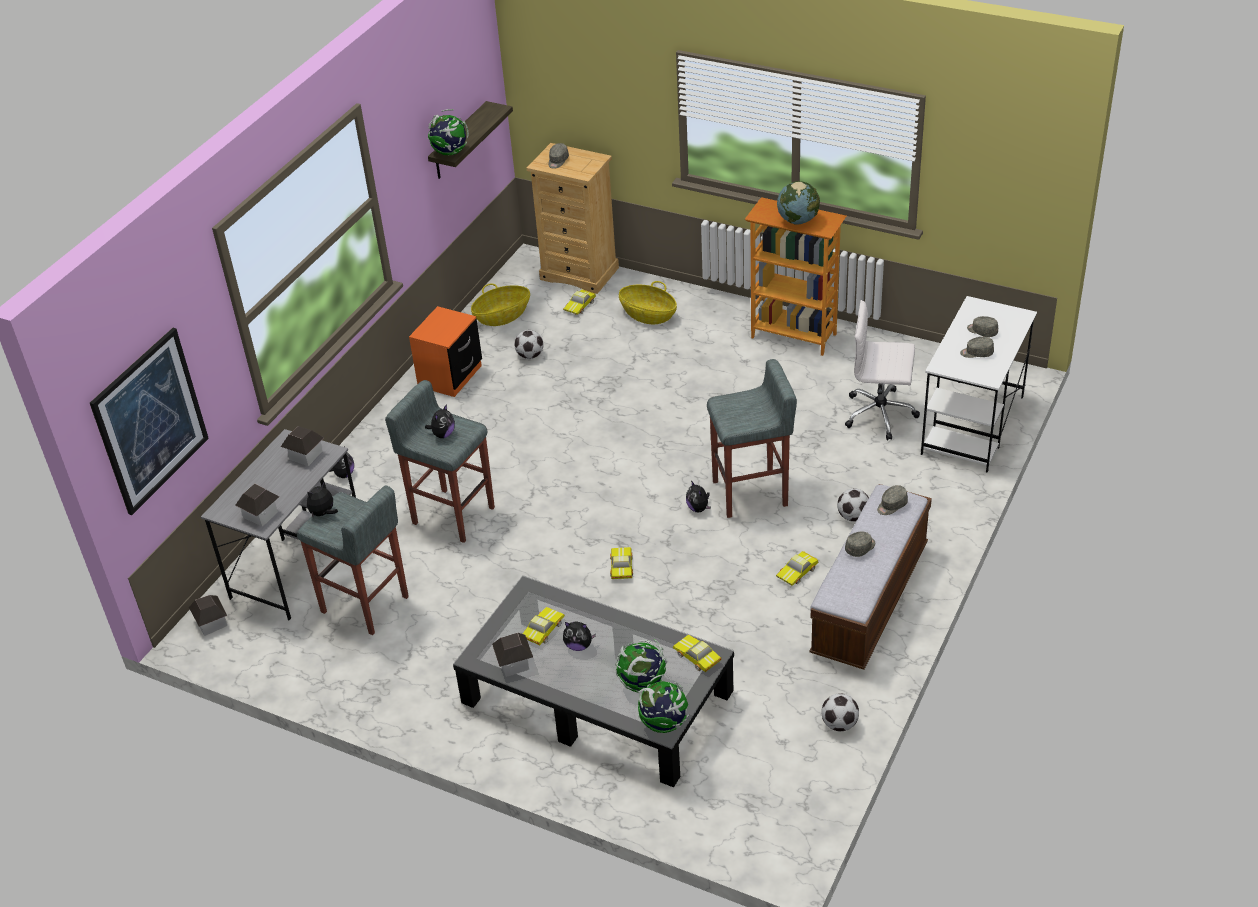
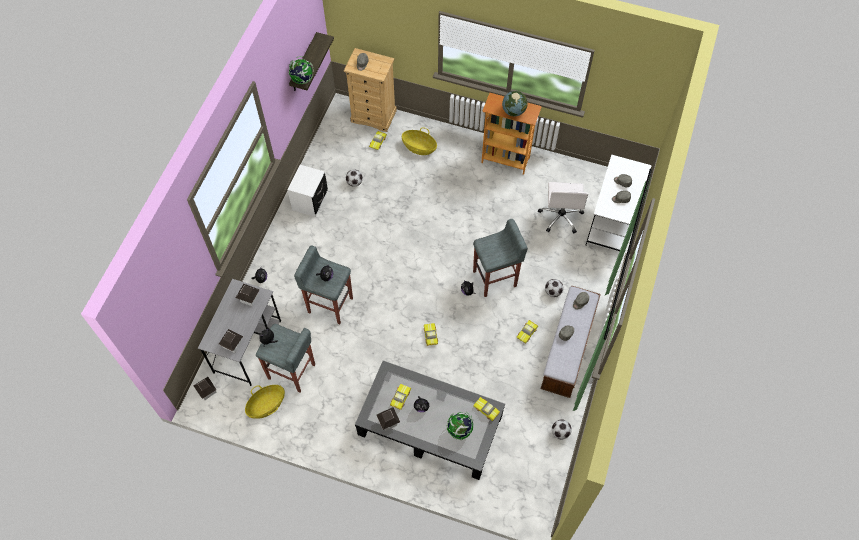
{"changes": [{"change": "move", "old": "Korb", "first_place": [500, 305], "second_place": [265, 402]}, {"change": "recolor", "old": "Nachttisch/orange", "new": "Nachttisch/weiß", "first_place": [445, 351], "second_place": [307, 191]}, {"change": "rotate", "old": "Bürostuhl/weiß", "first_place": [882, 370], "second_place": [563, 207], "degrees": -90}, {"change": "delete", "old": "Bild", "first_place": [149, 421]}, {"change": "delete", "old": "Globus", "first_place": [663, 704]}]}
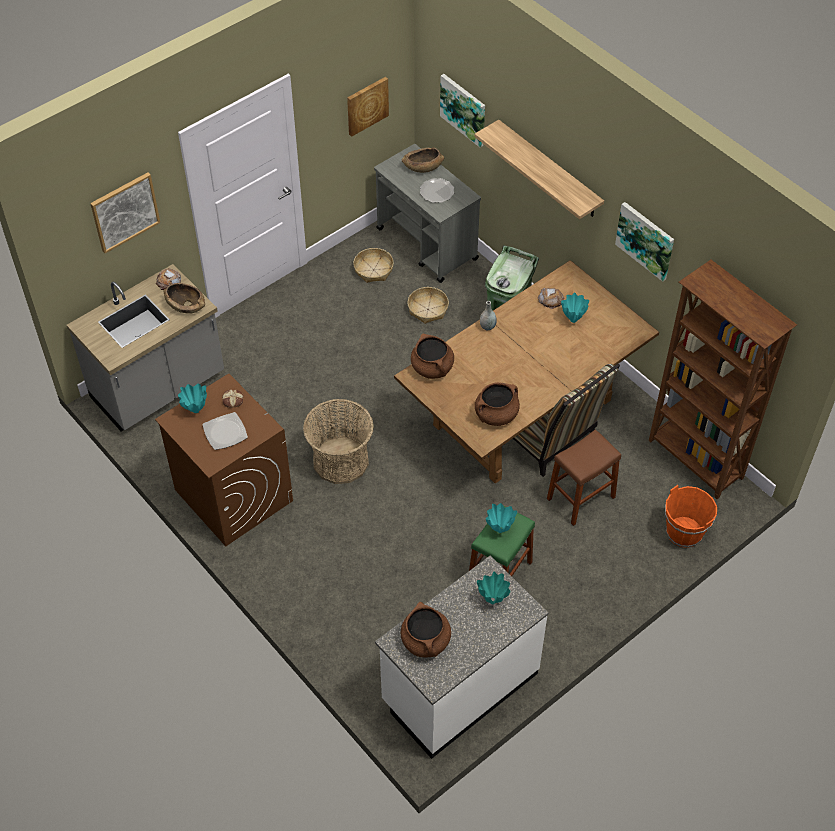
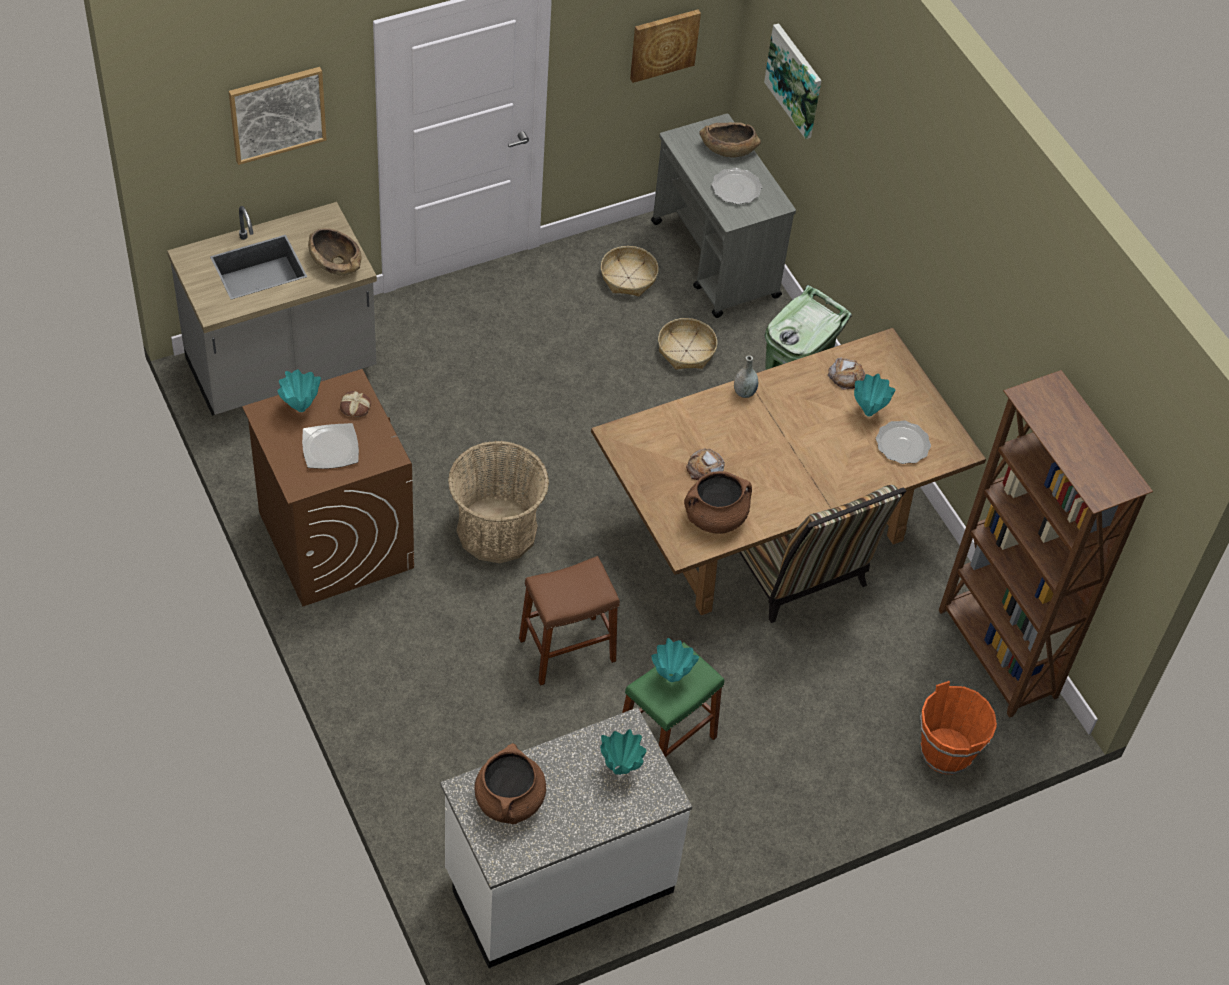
{"changes": [{"change": "move", "old": "Hocker/braun", "first_place": [584, 477], "second_place": [569, 621]}, {"change": "move", "old": "Brot", "first_place": [168, 279], "second_place": [705, 464]}, {"change": "insert", "new": "Teller", "second_place": [903, 442]}, {"change": "delete", "old": "Kochtopf/braun", "first_place": [432, 356]}, {"change": "delete", "old": "Wandregal", "first_place": [539, 169]}, {"change": "delete", "old": "Bild", "first_place": [644, 242]}]}
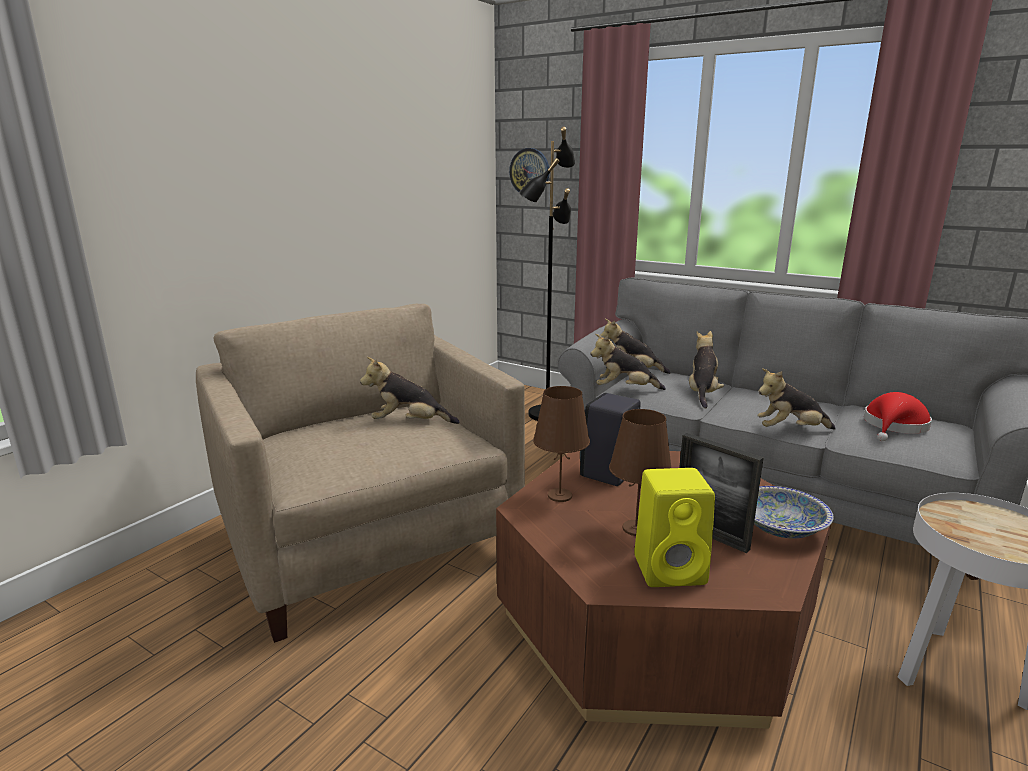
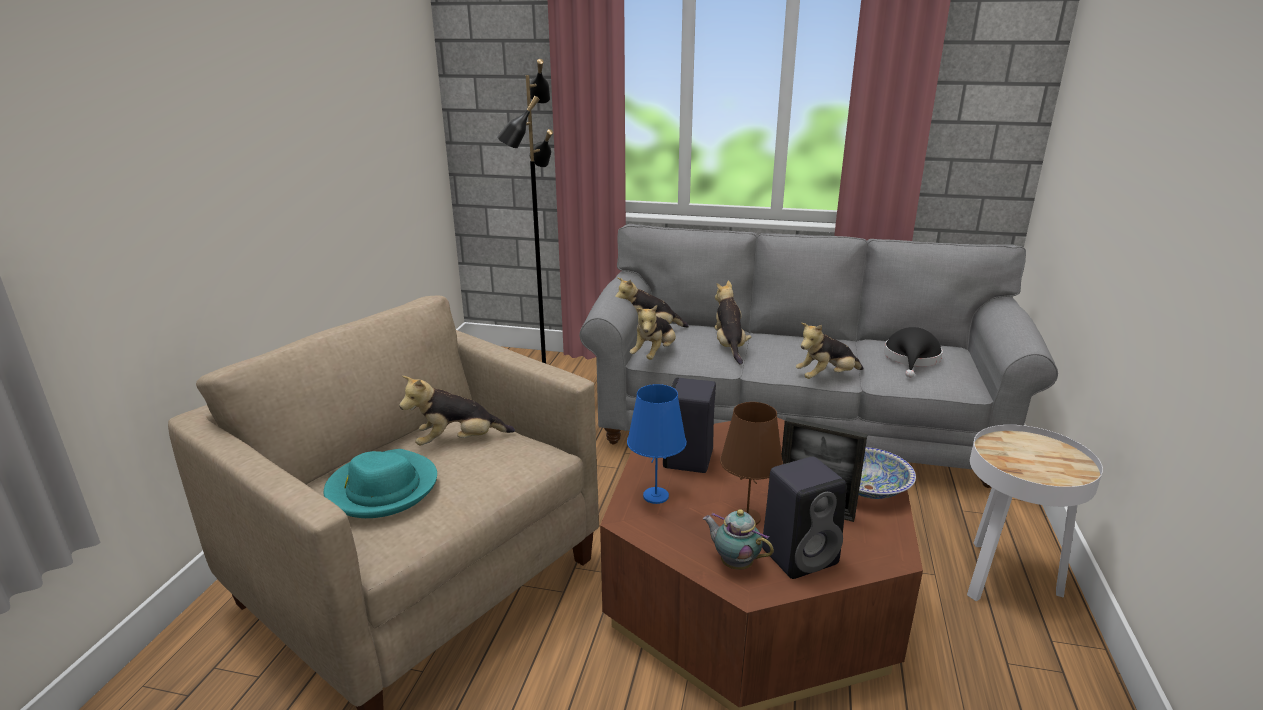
{"changes": [{"change": "insert", "new": "Hut/türkis", "second_place": [380, 483]}, {"change": "recolor", "old": "Tischlampe/braun", "new": "Tischlampe/blau", "first_place": [561, 444], "second_place": [657, 444]}, {"change": "rotate", "old": "Plüschtier", "first_place": [628, 362], "second_place": [653, 332], "degrees": -45}, {"change": "insert", "new": "Teekanne", "second_place": [738, 539]}, {"change": "recolor", "old": "Lautsprecher/gelb", "new": "Lautsprecher/schwarz", "first_place": [674, 527], "second_place": [804, 517]}, {"change": "recolor", "old": "Hut/rot", "new": "Hut/schwarz", "first_place": [898, 416], "second_place": [913, 352]}, {"change": "delete", "old": "Wanduhr", "first_place": [529, 170]}]}
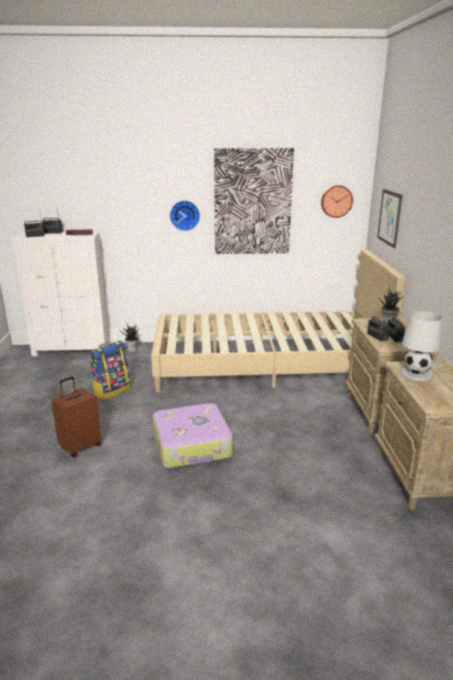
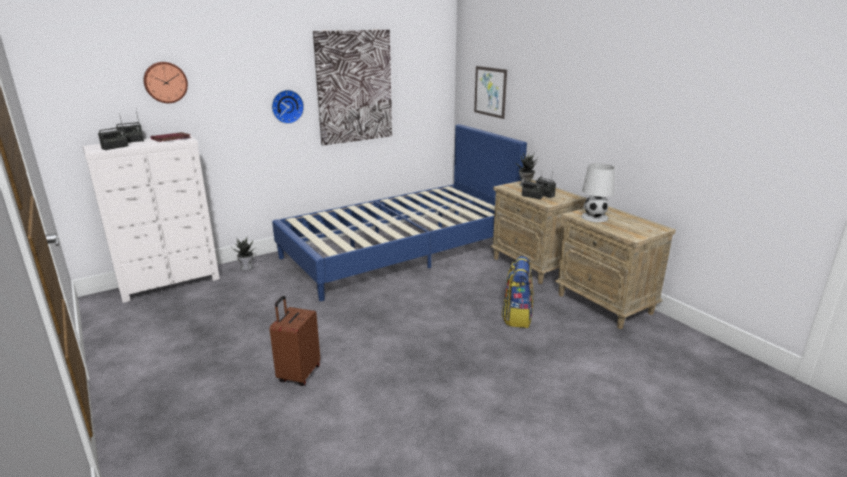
{"changes": [{"change": "move", "old": "Wanduhr", "first_place": [337, 201], "second_place": [166, 82]}, {"change": "recolor", "old": "Bett/beige", "new": "Bett/blau", "first_place": [278, 321], "second_place": [399, 212]}, {"change": "move", "old": "Rucksack", "first_place": [110, 370], "second_place": [517, 292]}, {"change": "delete", "old": "Koffer", "first_place": [193, 435]}]}
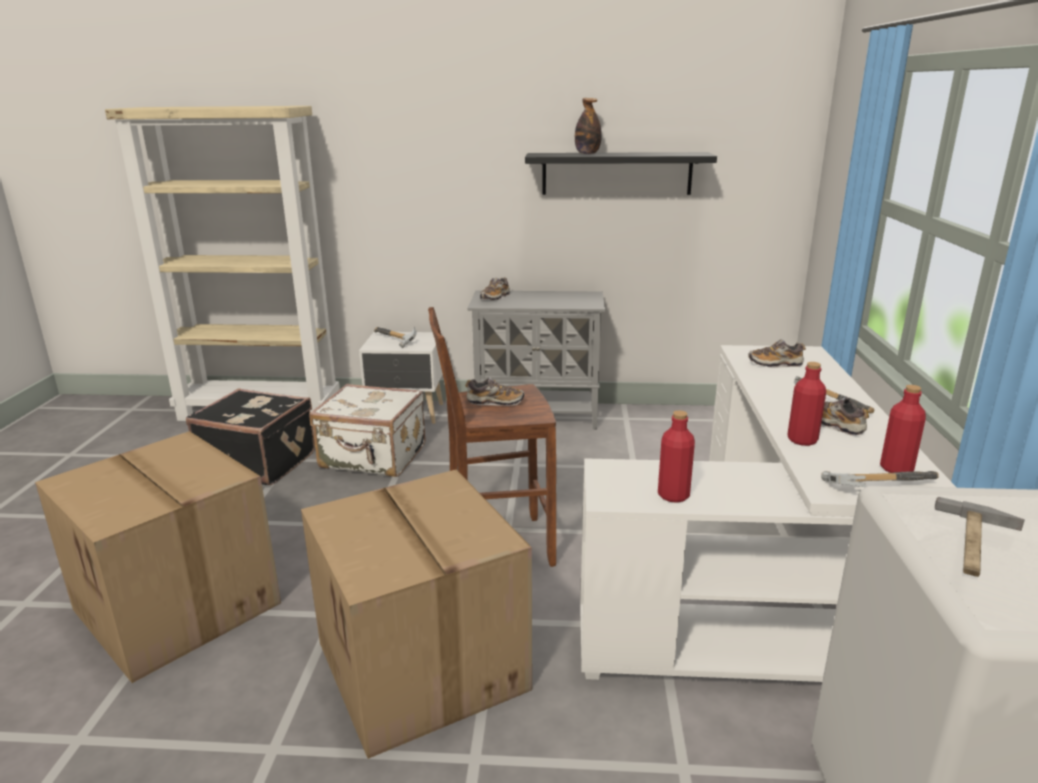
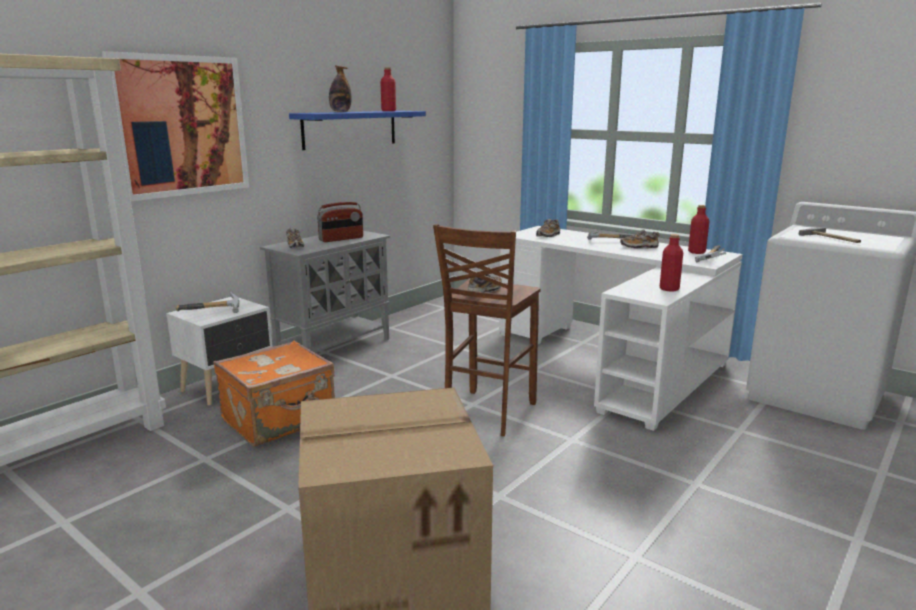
{"changes": [{"change": "insert", "new": "Bild", "second_place": [175, 126]}, {"change": "recolor", "old": "Koffer/weiß", "new": "Koffer/orange", "first_place": [367, 430], "second_place": [274, 394]}, {"change": "recolor", "old": "Wandregal/schwarz", "new": "Wandregal/blau", "first_place": [621, 173], "second_place": [357, 130]}, {"change": "insert", "new": "Radio", "second_place": [340, 222]}, {"change": "move", "old": "Flasche/rot", "first_place": [806, 404], "second_place": [388, 89]}, {"change": "delete", "old": "Koffer/schwarz", "first_place": [250, 436]}, {"change": "delete", "old": "Karton", "first_place": [416, 614]}]}
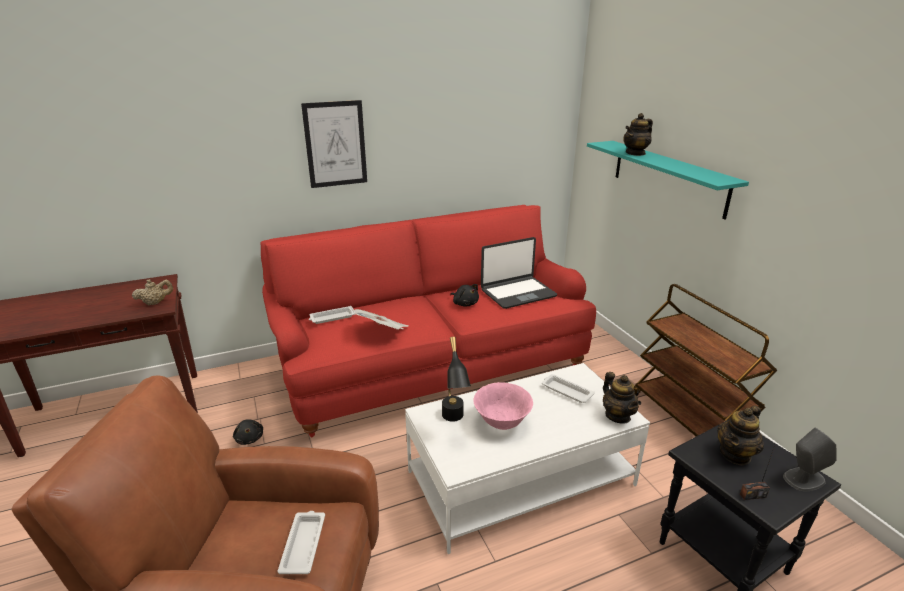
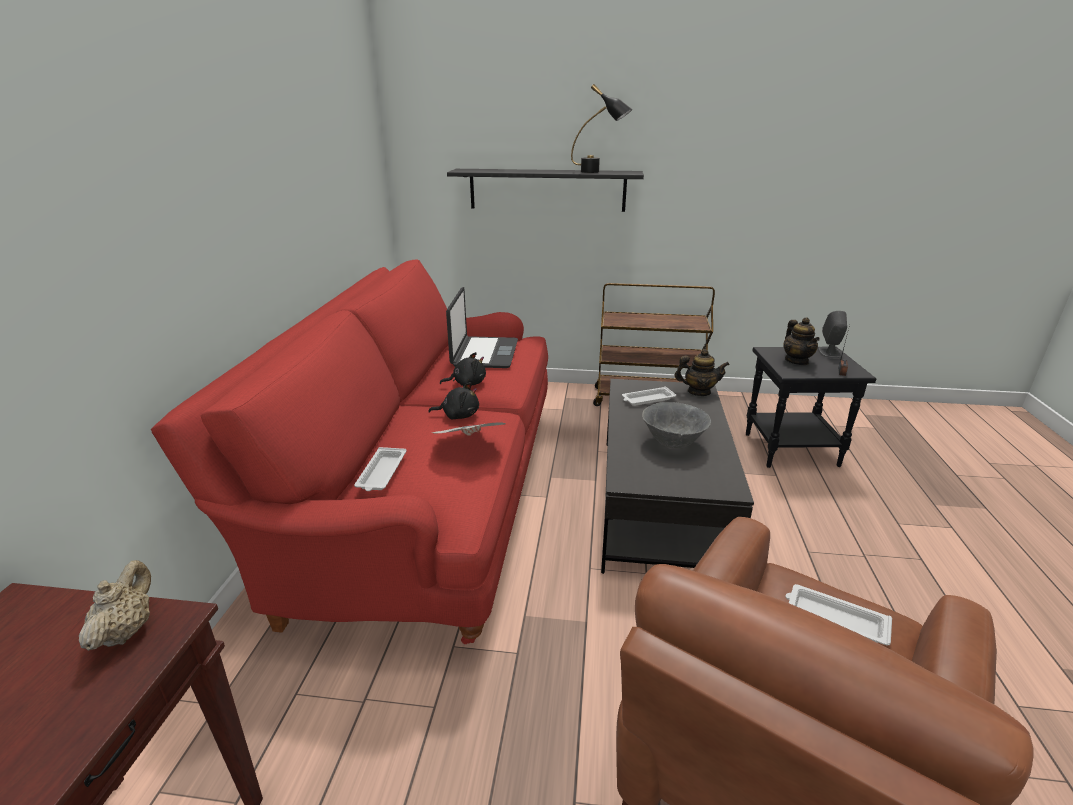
{"changes": [{"change": "move", "old": "Plüschtier/schwarz", "first_place": [248, 432], "second_place": [453, 400]}, {"change": "recolor", "old": "Wandregal/türkis", "new": "Wandregal/schwarz", "first_place": [668, 180], "second_place": [545, 190]}, {"change": "move", "old": "Tischlampe/schwarz", "first_place": [456, 379], "second_place": [602, 128]}, {"change": "recolor", "old": "Couchtisch/weiß", "new": "Couchtisch/schwarz", "first_place": [527, 458], "second_place": [677, 476]}, {"change": "recolor", "old": "Schüssel/rosa", "new": "Schüssel/grau", "first_place": [503, 406], "second_place": [676, 425]}, {"change": "delete", "old": "Bild", "first_place": [334, 144]}, {"change": "delete", "old": "Teekanne", "first_place": [638, 134]}]}
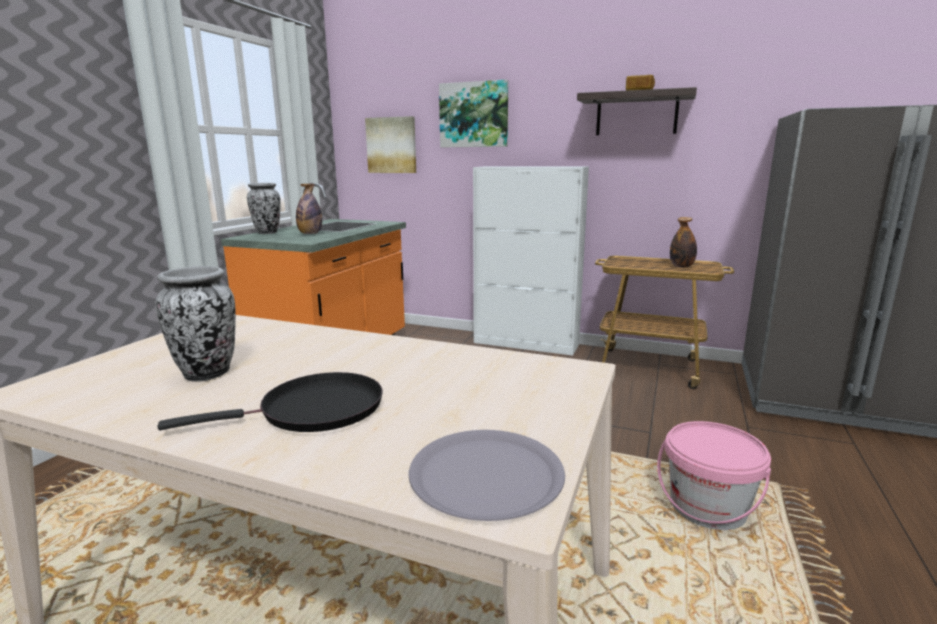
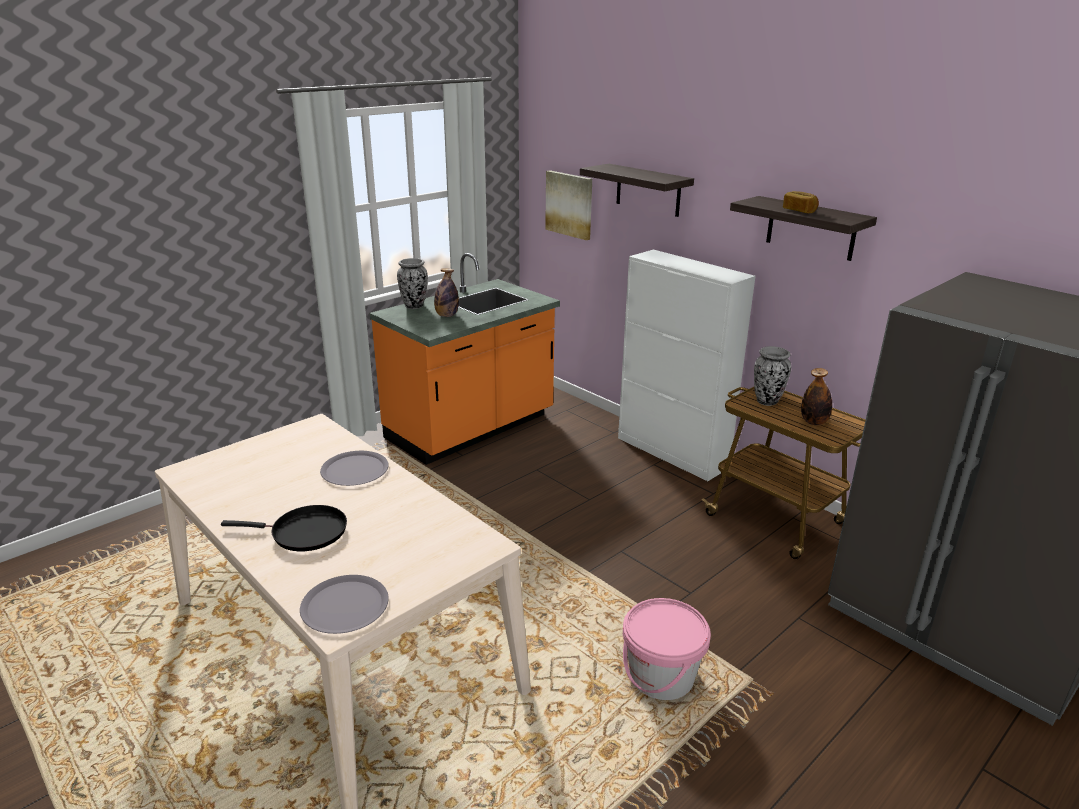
{"changes": [{"change": "insert", "new": "Teller/grau", "second_place": [354, 468]}, {"change": "replace", "old": "Bild", "new": "Wandregal", "first_place": [473, 113], "second_place": [637, 190]}, {"change": "move", "old": "Vase", "first_place": [195, 324], "second_place": [772, 376]}]}
